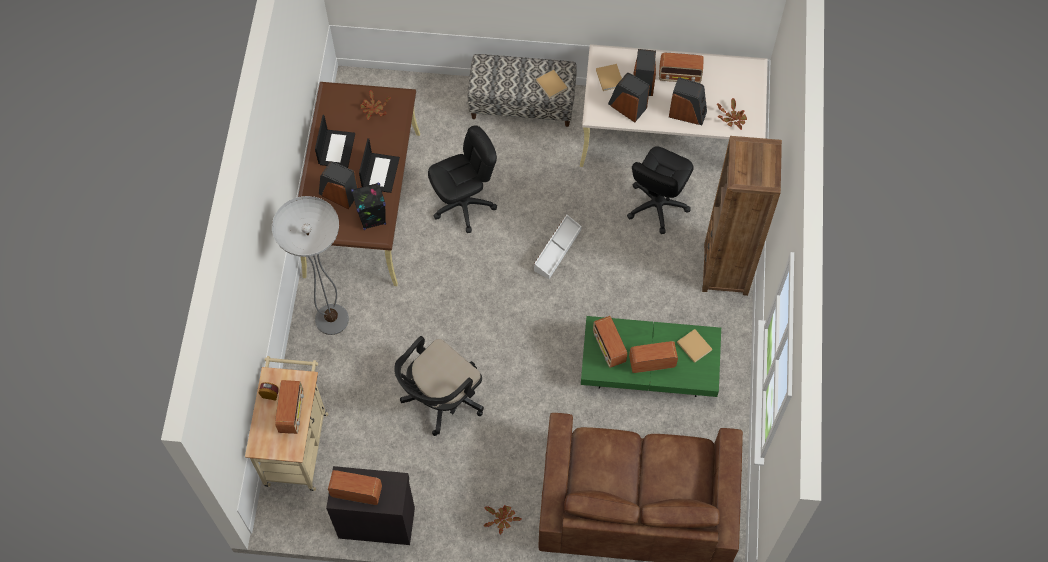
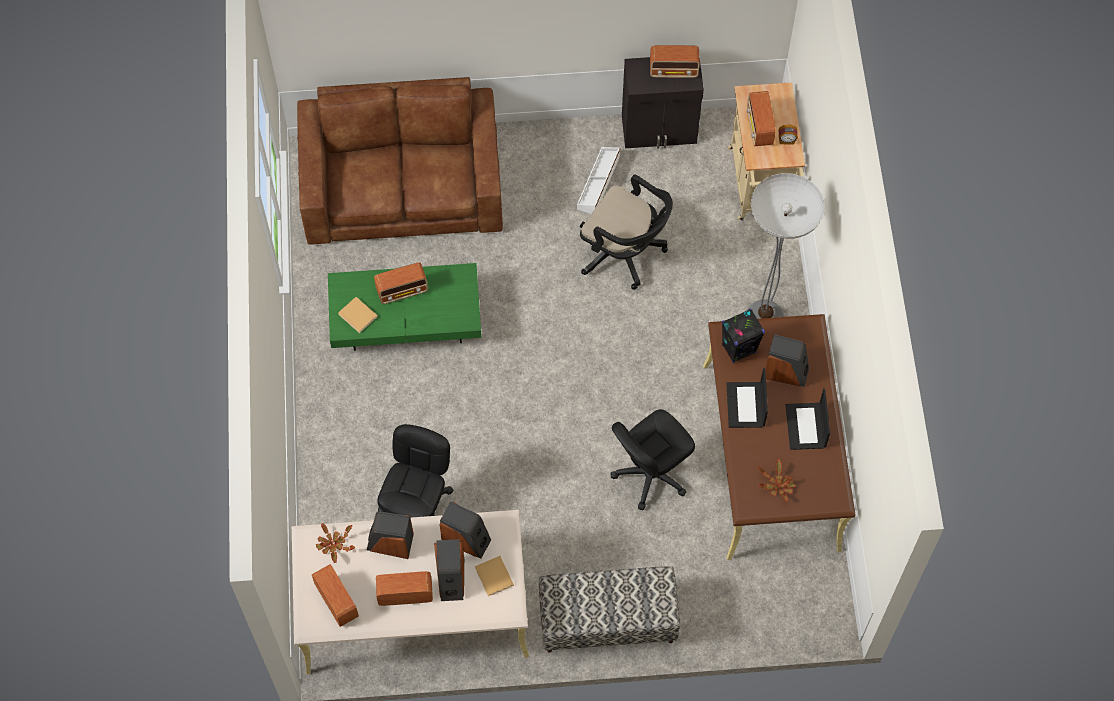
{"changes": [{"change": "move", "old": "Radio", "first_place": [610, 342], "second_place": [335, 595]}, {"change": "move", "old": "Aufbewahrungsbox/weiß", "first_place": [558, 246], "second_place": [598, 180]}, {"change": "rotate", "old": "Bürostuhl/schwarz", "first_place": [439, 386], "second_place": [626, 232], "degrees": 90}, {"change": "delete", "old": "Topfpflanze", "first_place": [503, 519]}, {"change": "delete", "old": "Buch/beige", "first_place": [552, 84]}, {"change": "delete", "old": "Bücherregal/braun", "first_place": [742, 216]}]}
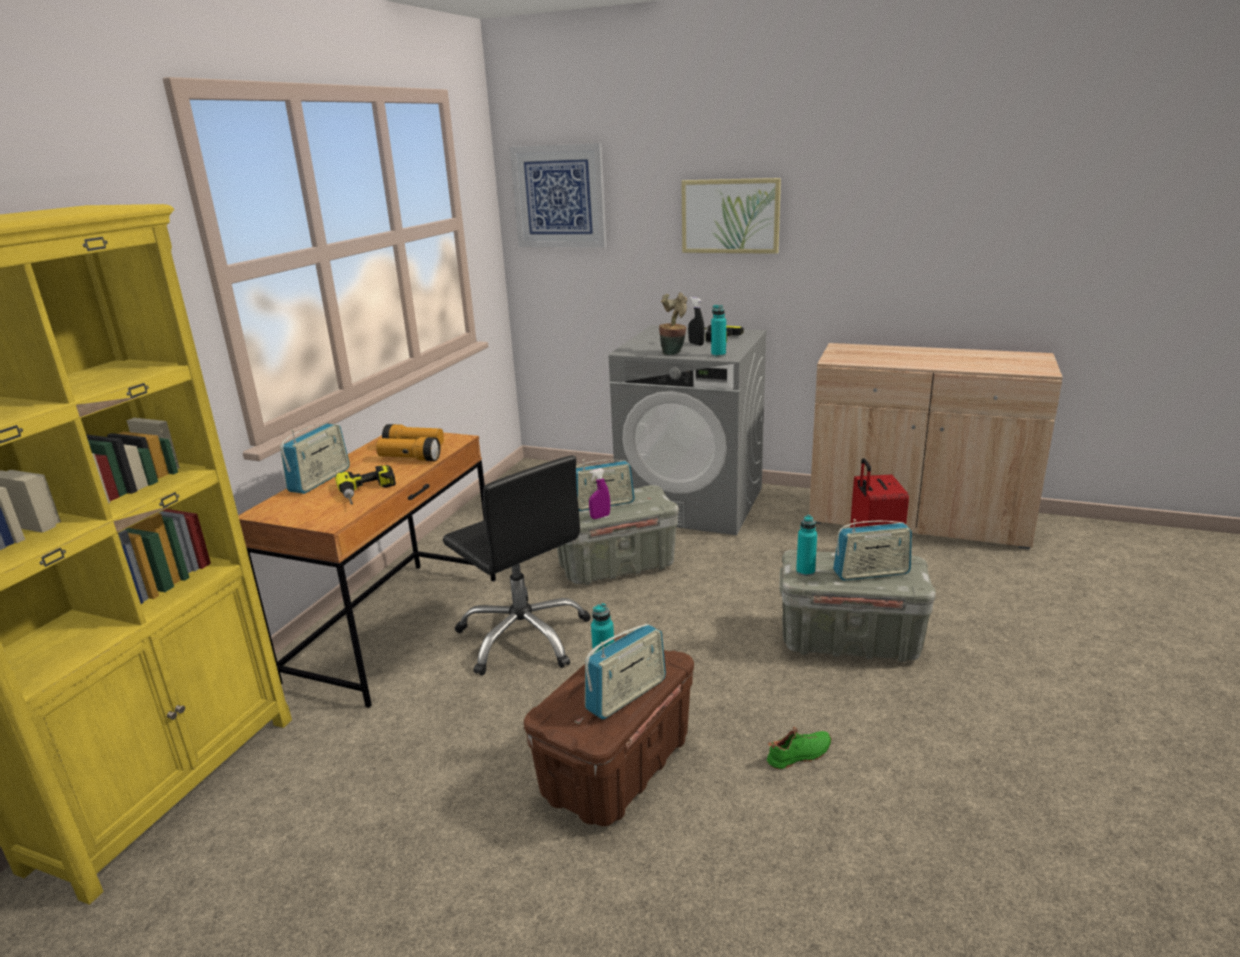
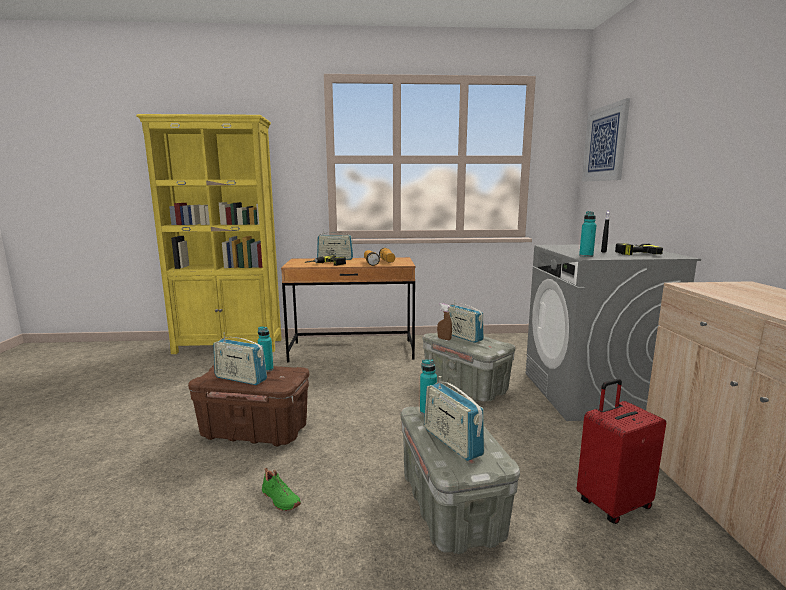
{"changes": [{"change": "recolor", "old": "Sprühflasche/lila", "new": "Sprühflasche/braun", "first_place": [599, 493], "second_place": [444, 321]}, {"change": "delete", "old": "Bürostuhl/schwarz", "first_place": [516, 565]}, {"change": "delete", "old": "Topfpflanze", "first_place": [673, 323]}, {"change": "delete", "old": "Bild", "first_place": [731, 216]}]}
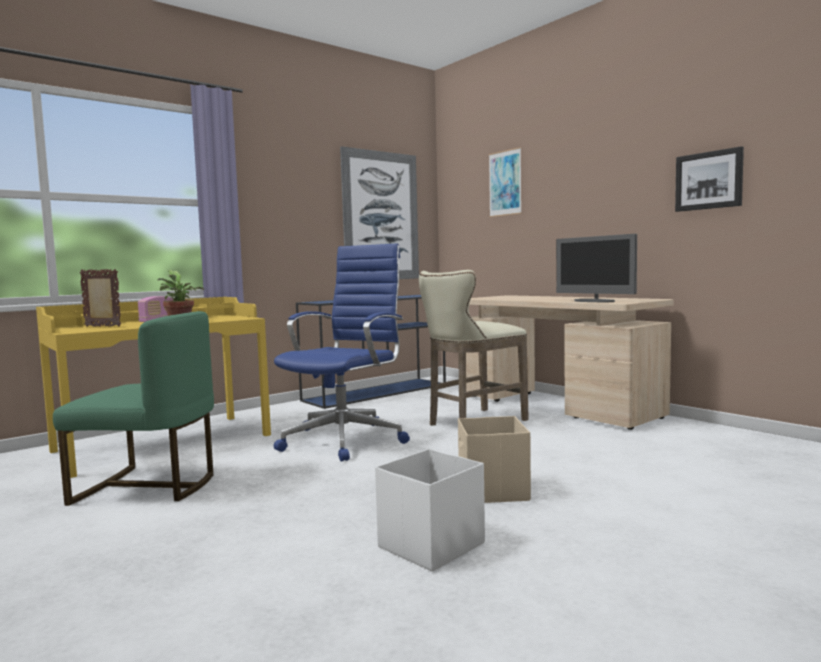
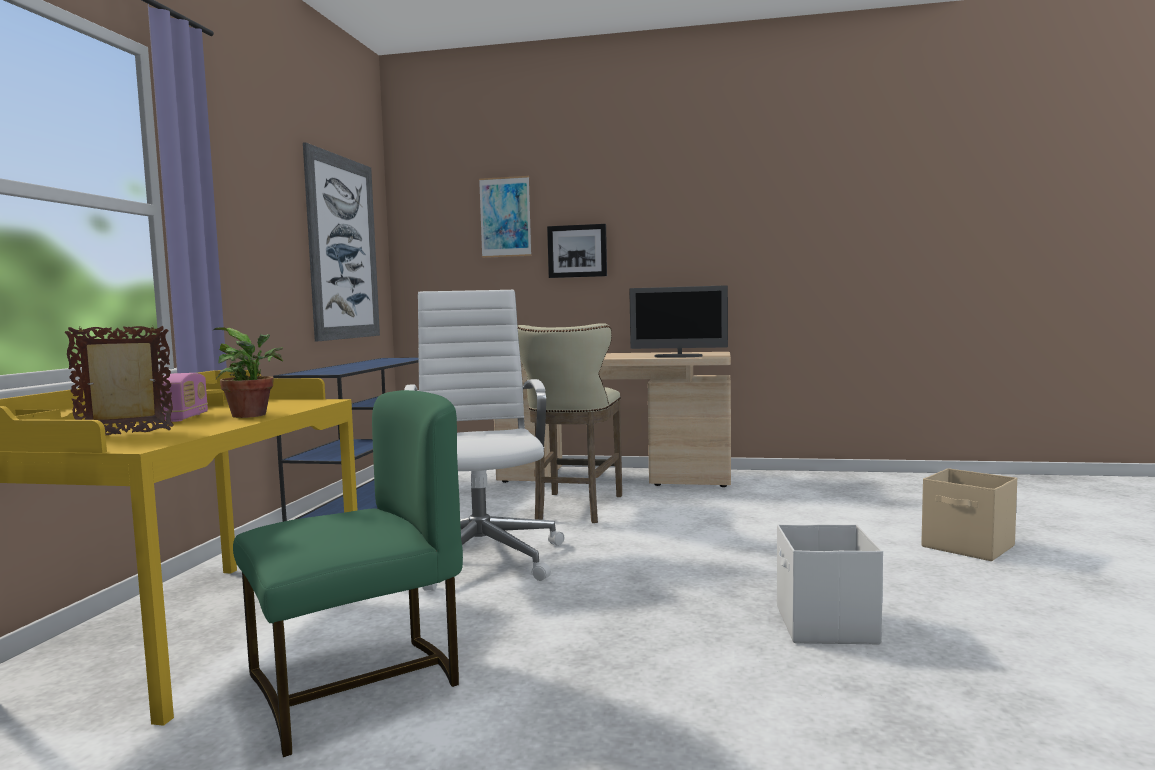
{"changes": [{"change": "recolor", "old": "Bürostuhl/blau", "new": "Bürostuhl/weiß", "first_place": [342, 352], "second_place": [484, 440]}, {"change": "move", "old": "Bild", "first_place": [709, 179], "second_place": [577, 251]}, {"change": "move", "old": "Aufbewahrungsbox/beige", "first_place": [494, 459], "second_place": [969, 514]}]}
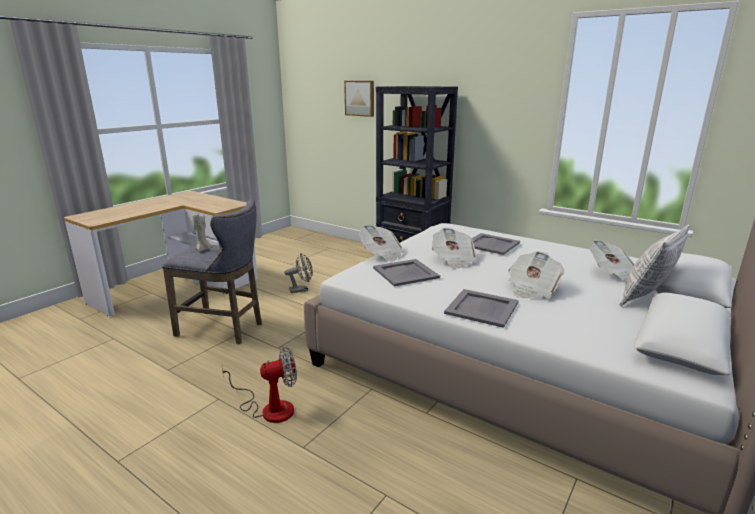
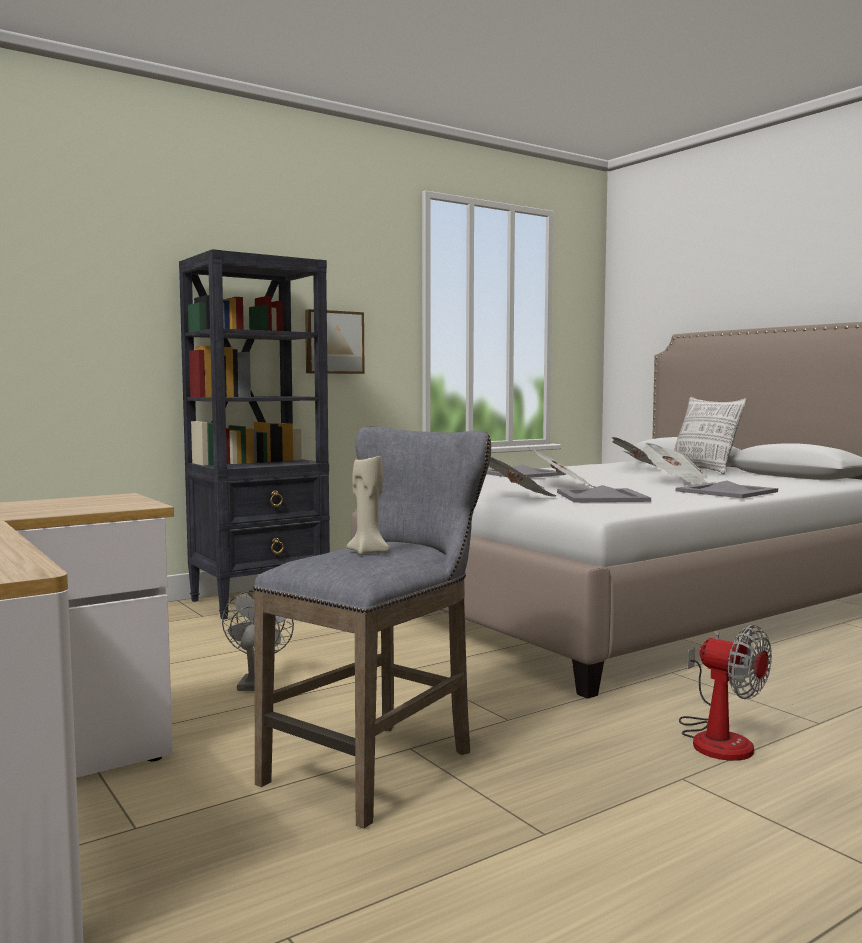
{"changes": [{"change": "move", "old": "Bild", "first_place": [359, 99], "second_place": [335, 341]}, {"change": "rotate", "old": "Ventilator", "first_place": [259, 385], "second_place": [725, 693], "degrees": 135}]}
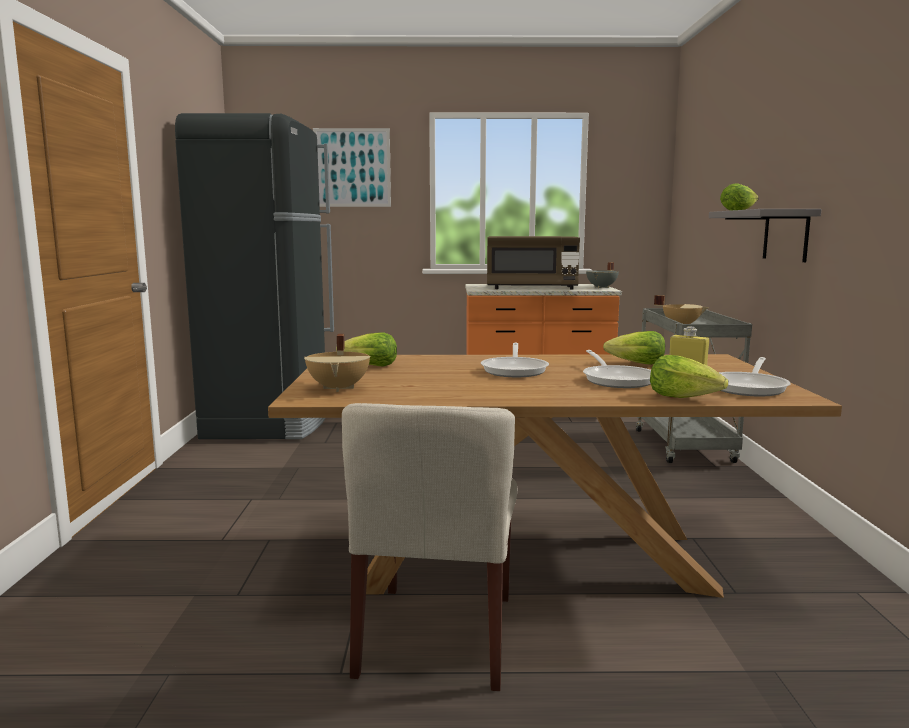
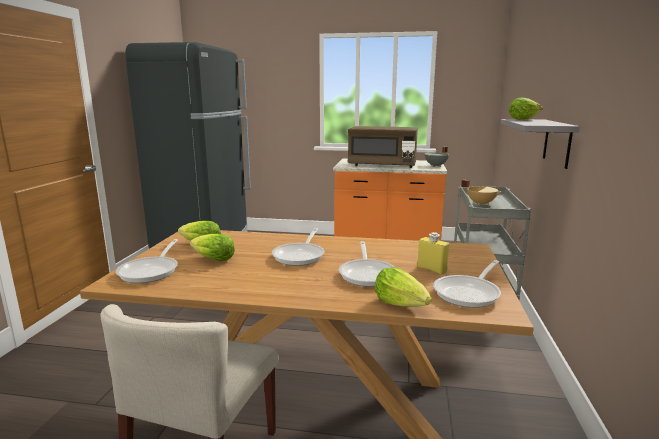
{"changes": [{"change": "replace", "old": "Kochtopf/beige", "new": "Pfanne", "first_place": [337, 363], "second_place": [147, 261]}, {"change": "move", "old": "Salatkopf", "first_place": [634, 348], "second_place": [212, 247]}, {"change": "delete", "old": "Bild", "first_place": [352, 167]}]}
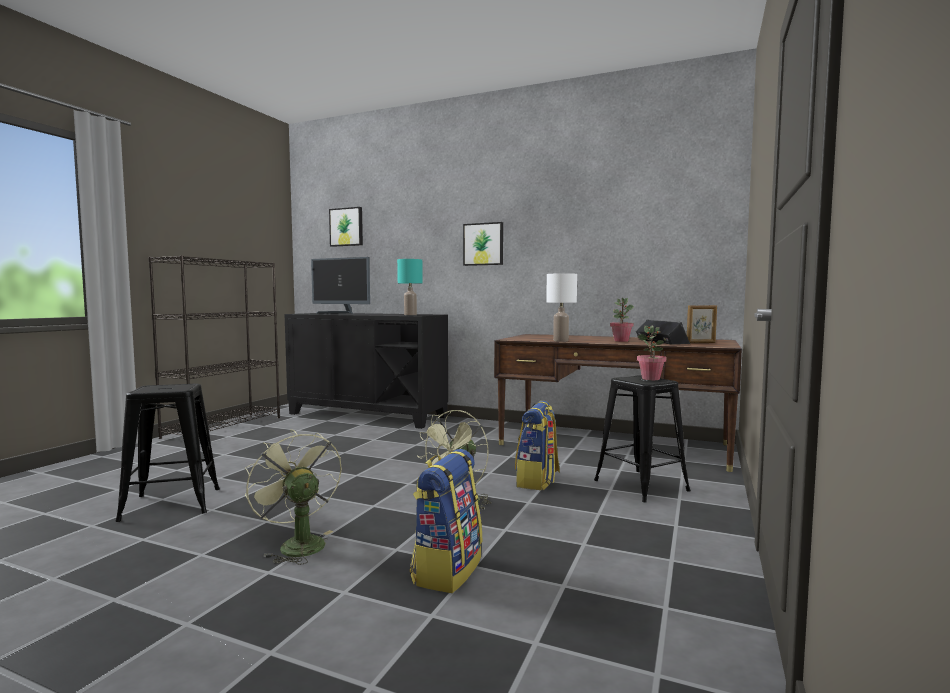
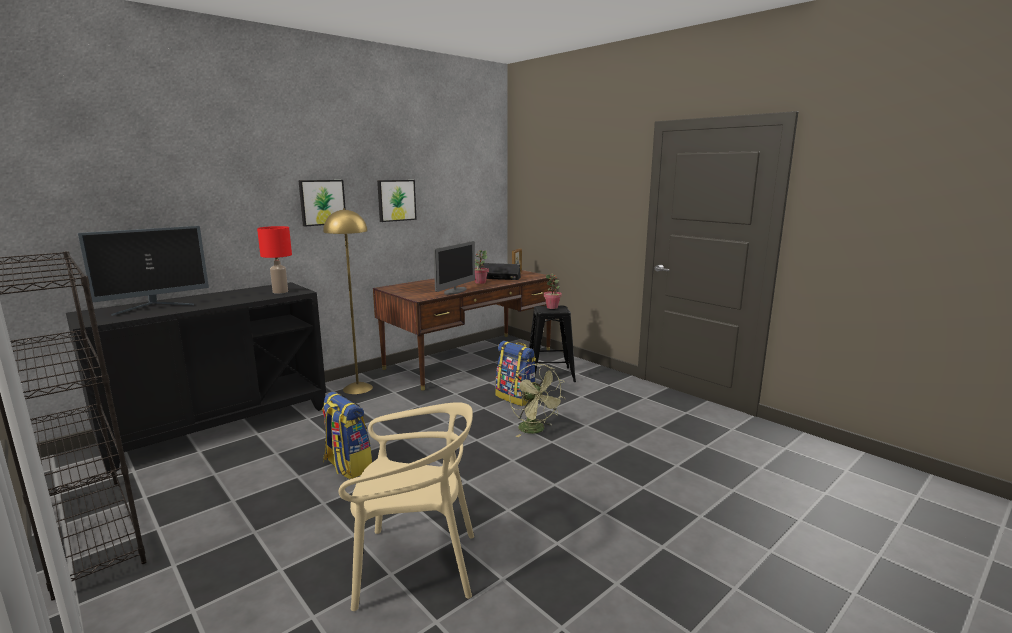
{"changes": [{"change": "recolor", "old": "Tischlampe/türkis", "new": "Tischlampe/rot", "first_place": [410, 287], "second_place": [274, 260]}, {"change": "move", "old": "Rucksack", "first_place": [446, 521], "second_place": [346, 435]}, {"change": "insert", "new": "Stehlampe/gelb", "second_place": [348, 301]}, {"change": "replace", "old": "Hocker/schwarz", "new": "Stuhl/beige", "first_place": [167, 453], "second_place": [406, 506]}, {"change": "move", "old": "Bild", "first_place": [346, 227], "second_place": [397, 201]}, {"change": "replace", "old": "Tischlampe/weiß", "new": "Monitor", "first_place": [561, 307], "second_place": [454, 268]}, {"change": "delete", "old": "Ventilator/grün", "first_place": [293, 497]}]}
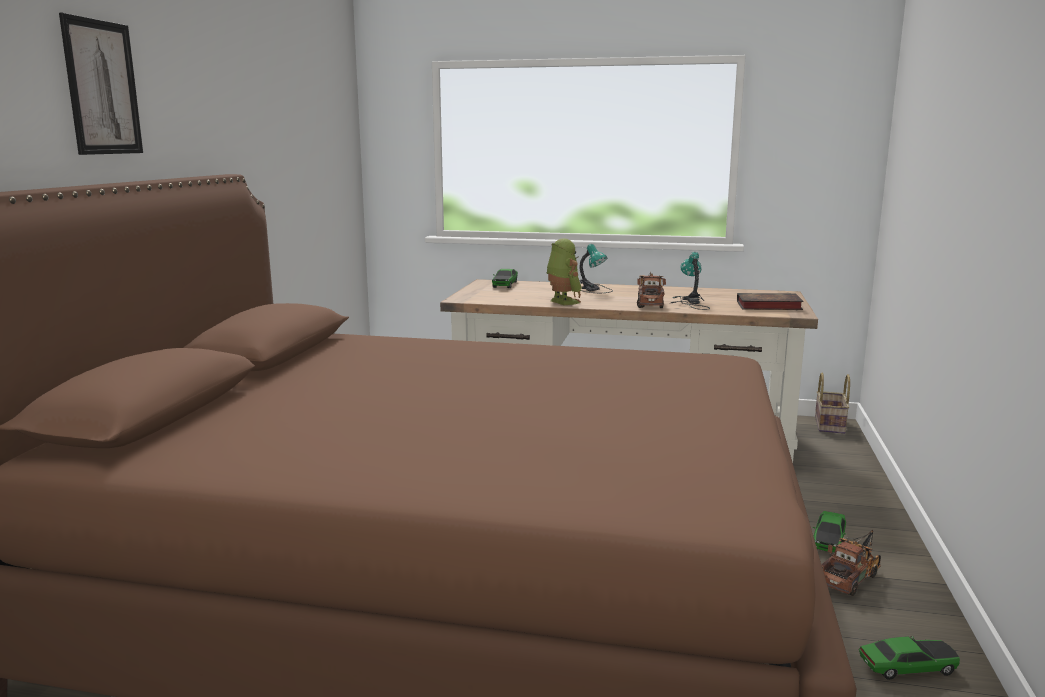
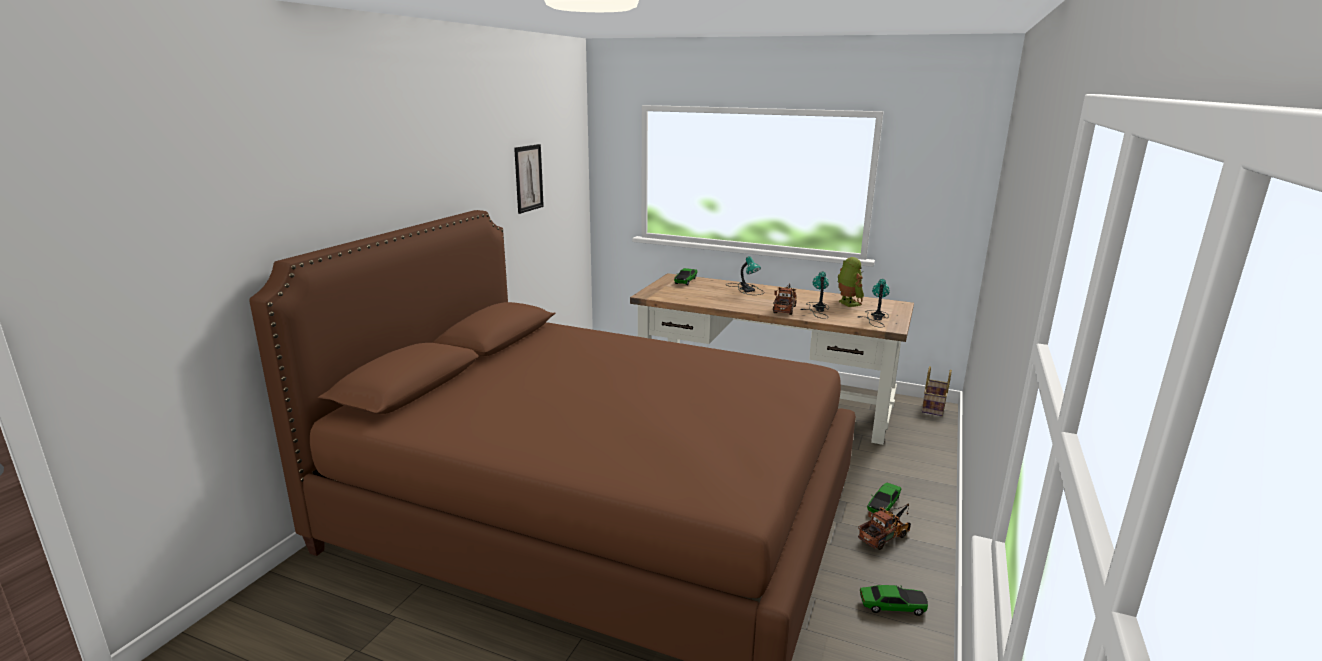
{"changes": [{"change": "move", "old": "Bild", "first_place": [101, 84], "second_place": [529, 179]}, {"change": "move", "old": "Spielzeugroboter", "first_place": [564, 271], "second_place": [850, 282]}, {"change": "replace", "old": "Buch", "new": "Tischlampe", "first_place": [770, 301], "second_place": [874, 303]}]}
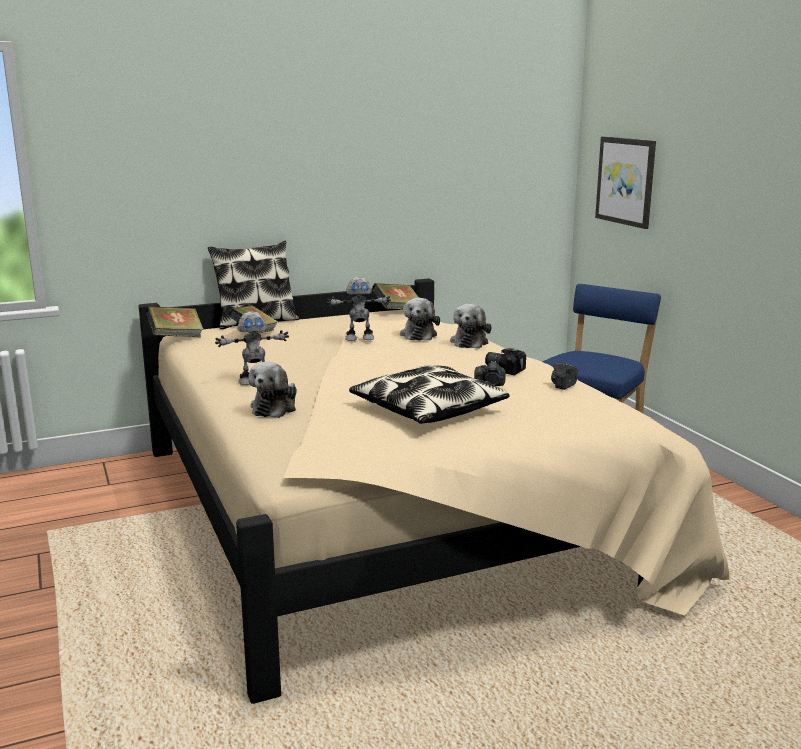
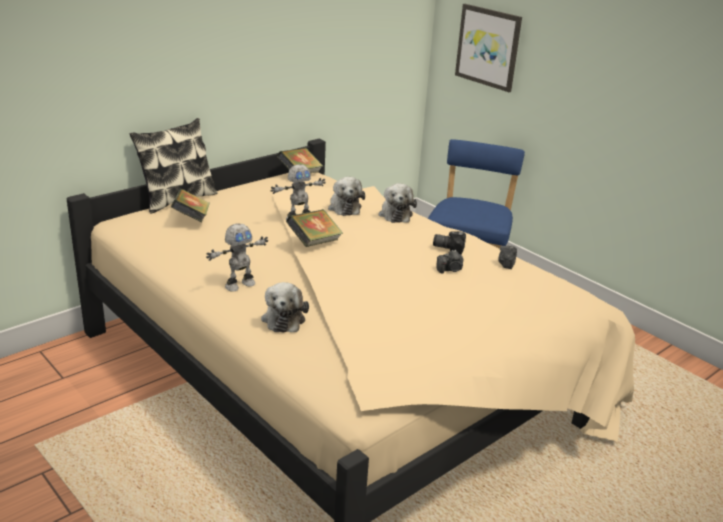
{"changes": [{"change": "move", "old": "Buch", "first_place": [175, 321], "second_place": [314, 228]}, {"change": "delete", "old": "Kissen", "first_place": [429, 394]}]}
